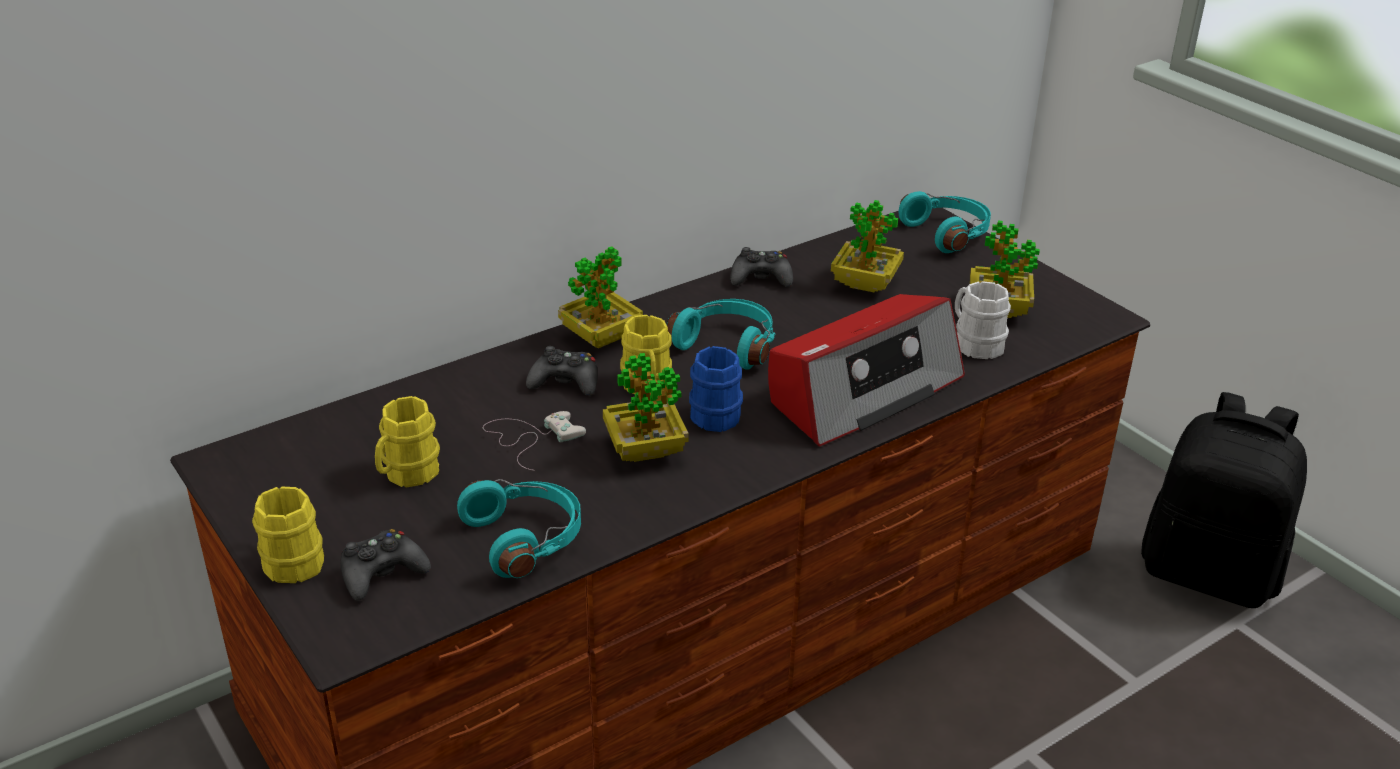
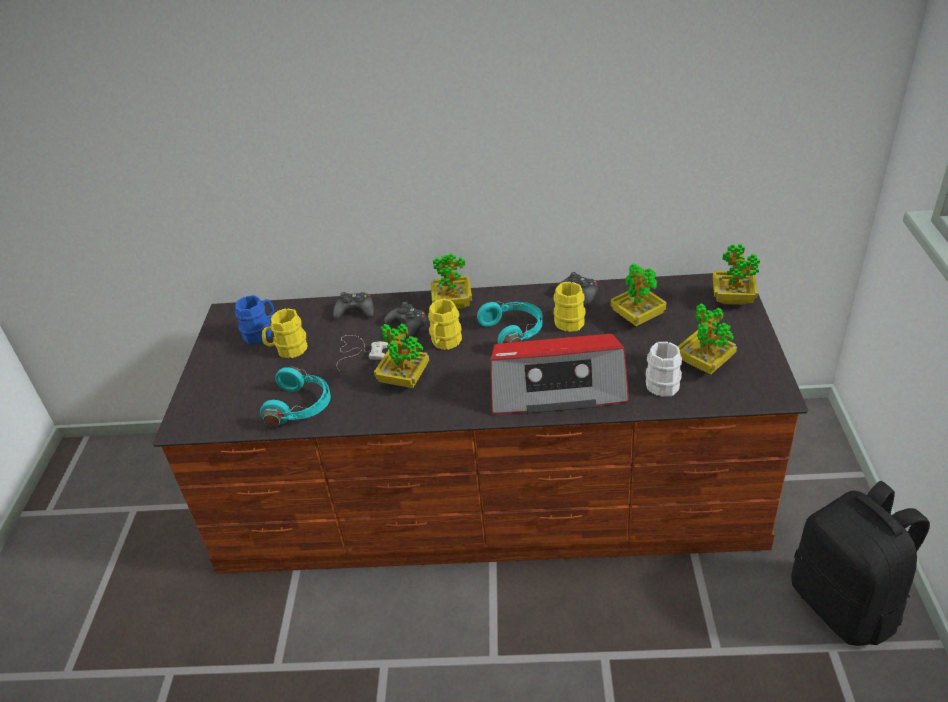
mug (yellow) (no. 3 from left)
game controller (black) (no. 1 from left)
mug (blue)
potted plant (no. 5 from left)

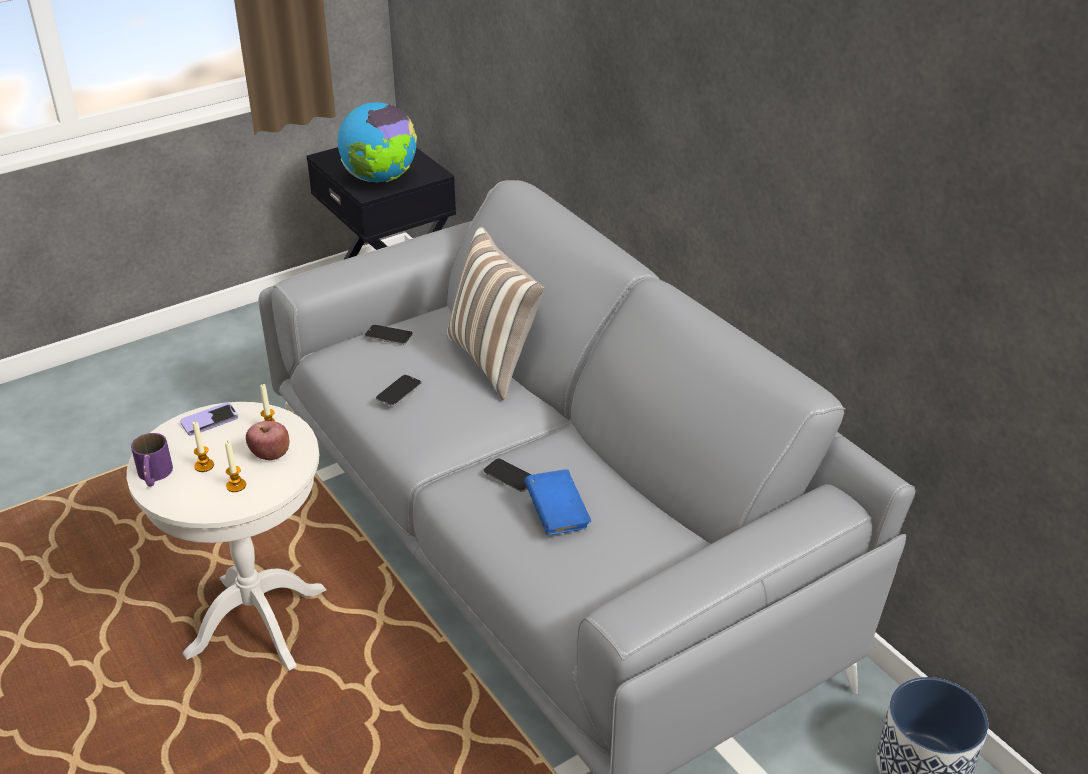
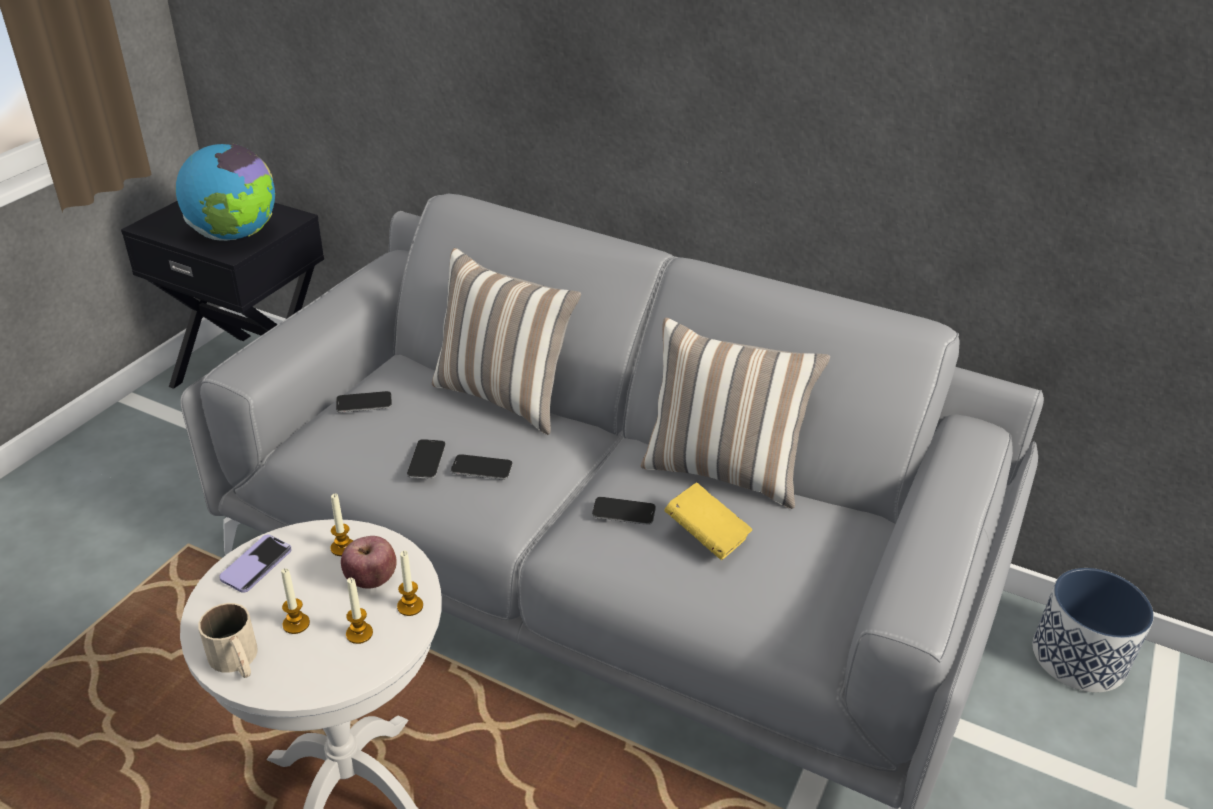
mug (beige)
book (yellow)
candle (no. 4 from left)
phone (no. 4 from left)
pillow (no. 2 from left)

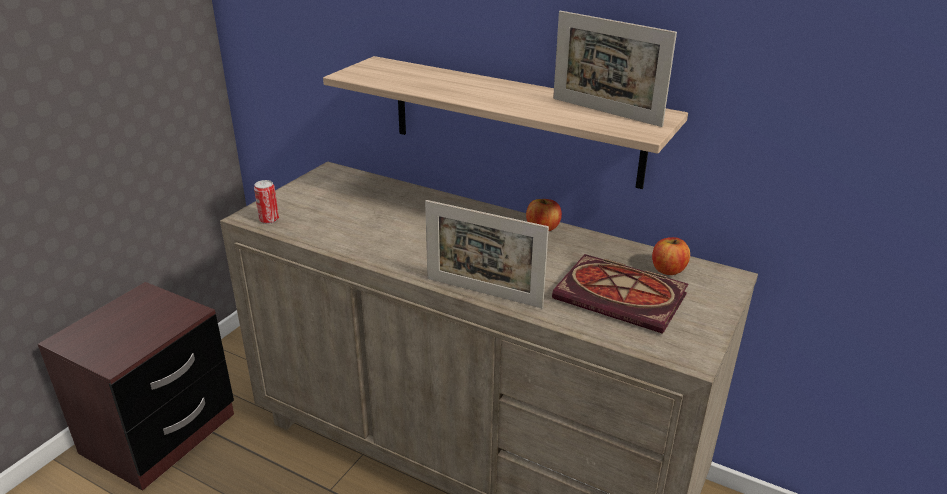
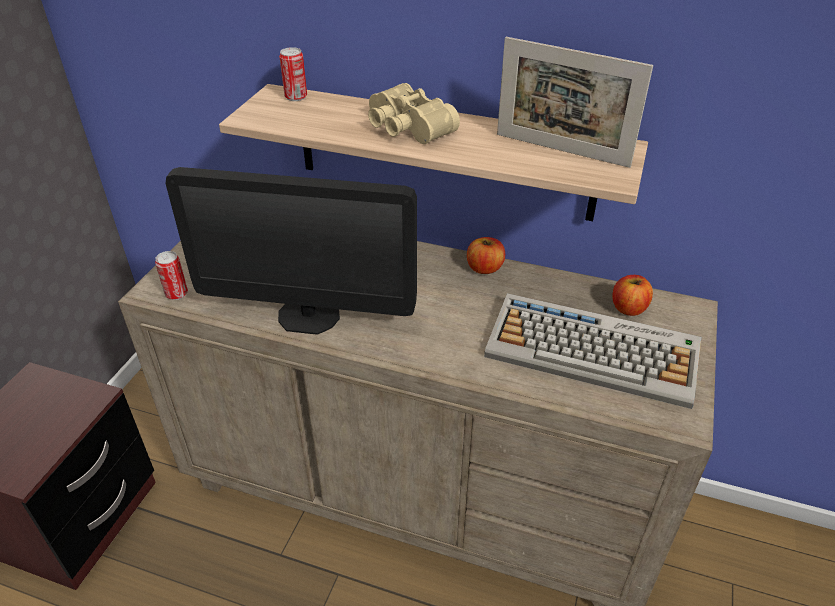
picture frame (no. 1 from left in the first image)
keyboard
monitor
can (no. 2 from left)
binoculars (beige)

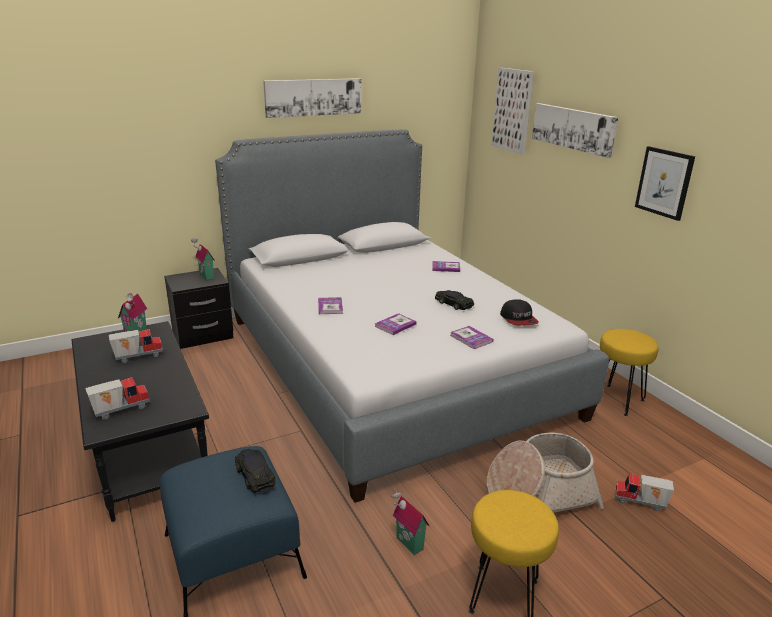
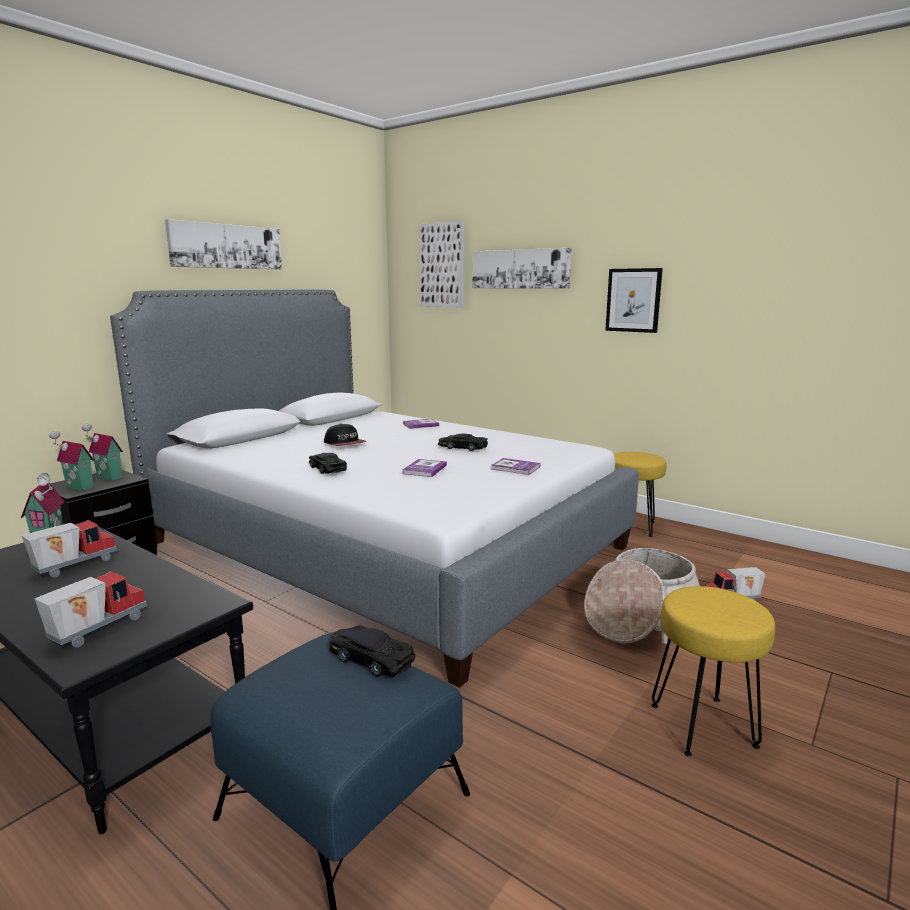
toy car (black) (no. 1 from left)
toy house (no. 2 from left)
cap

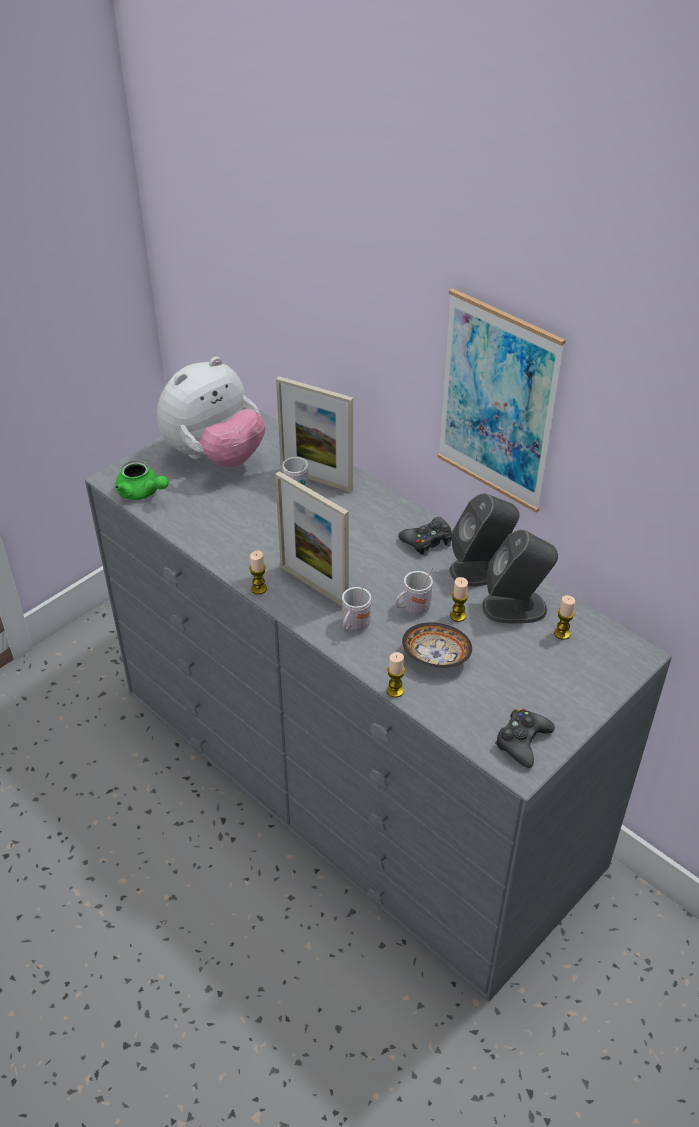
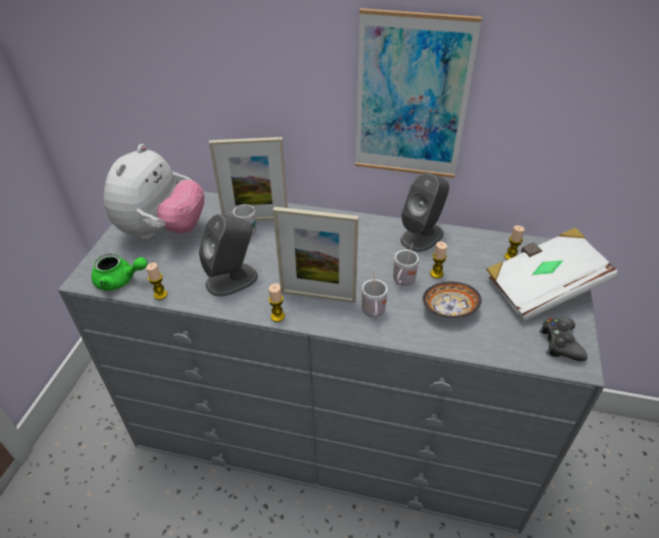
candle (no. 1 from left)
game controller (black) (no. 1 from left in the first image)
speaker (grey) (no. 1 from left)
book (white)

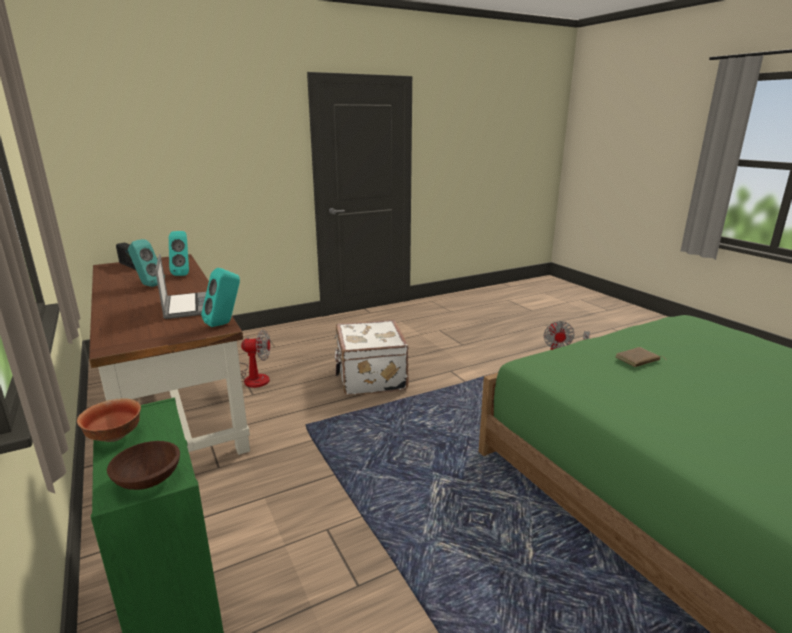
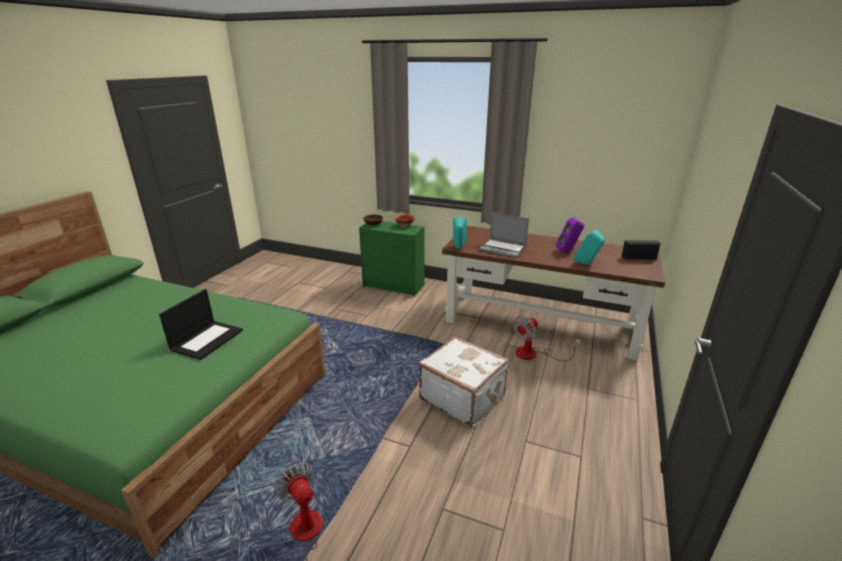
speaker (purple)
laptop (no. 1 from left)

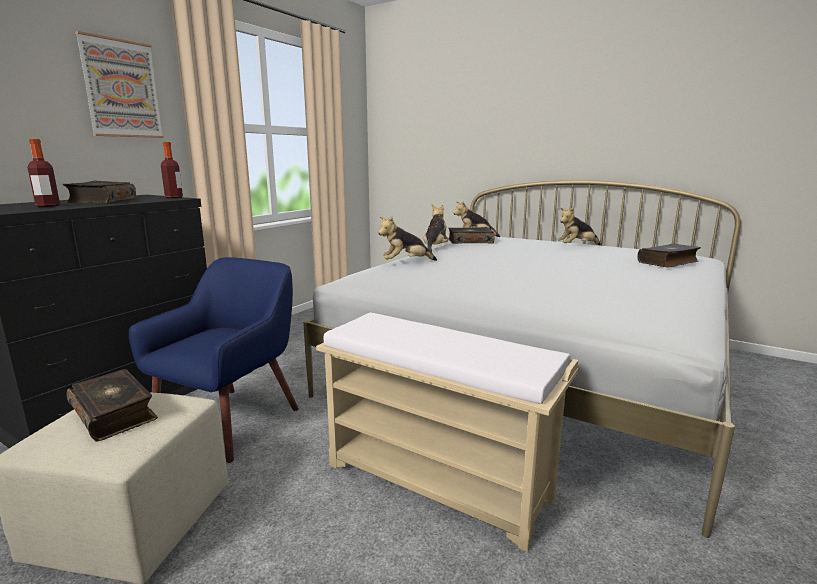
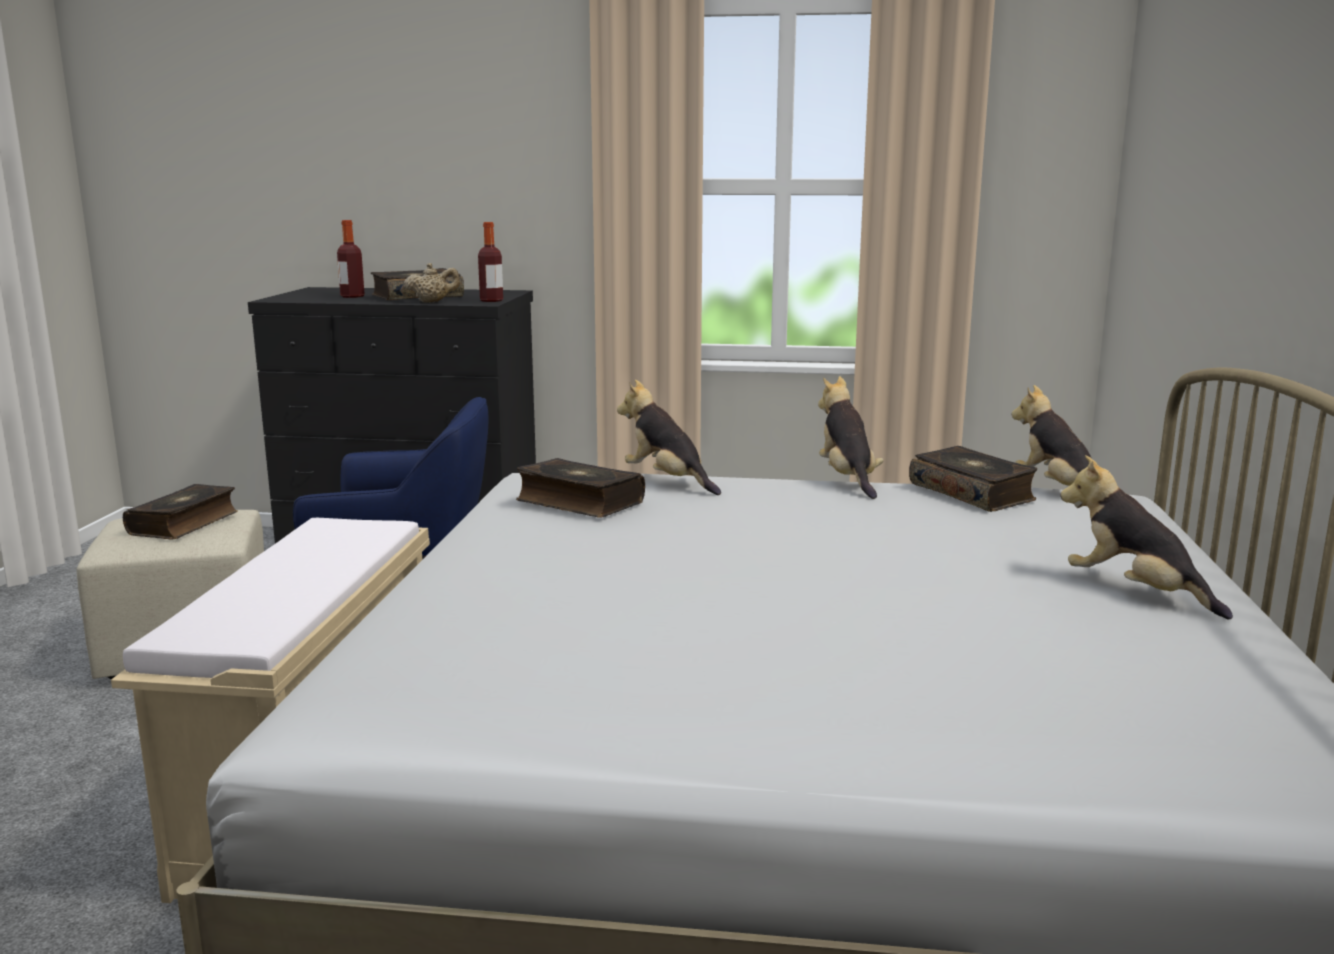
picture
plush toy (no. 2 from left)
book (no. 3 from left)
teapot (beige)

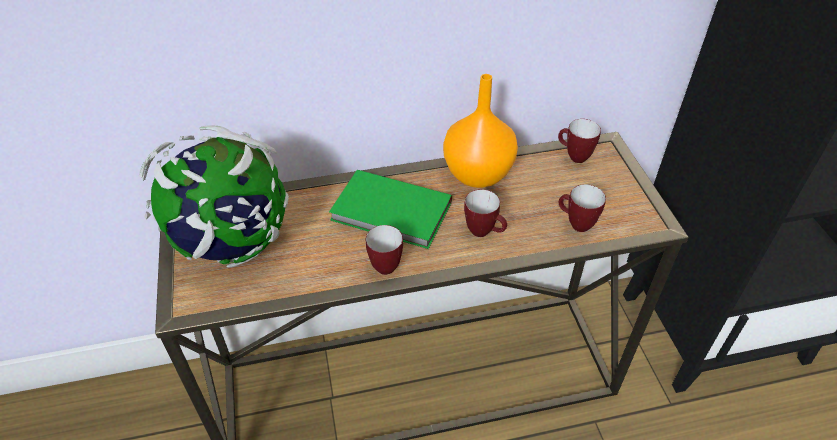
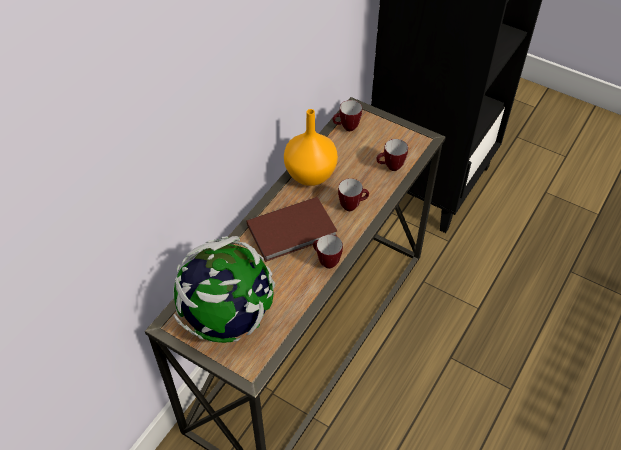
book (brown)

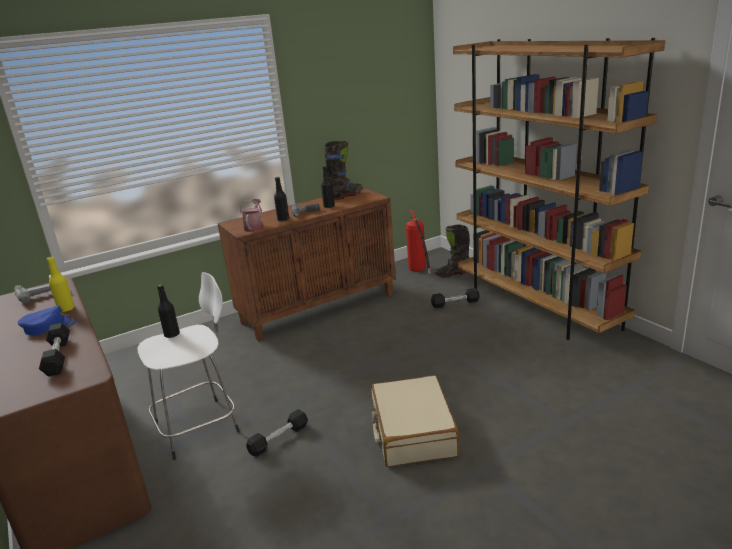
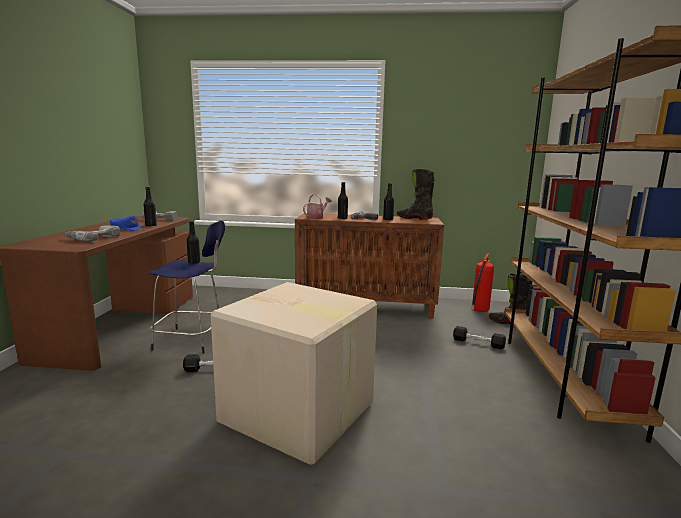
power drill (no. 1 from left)
bottle (black) (no. 1 from left)
stool (blue)
boot (black) (no. 1 from left)
cardboard box

